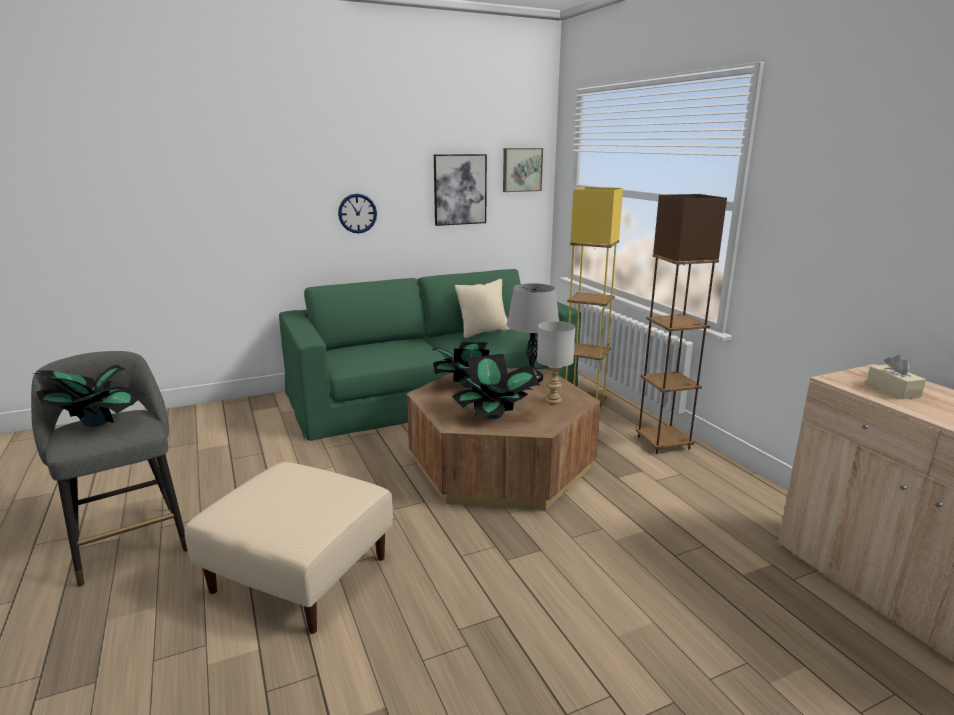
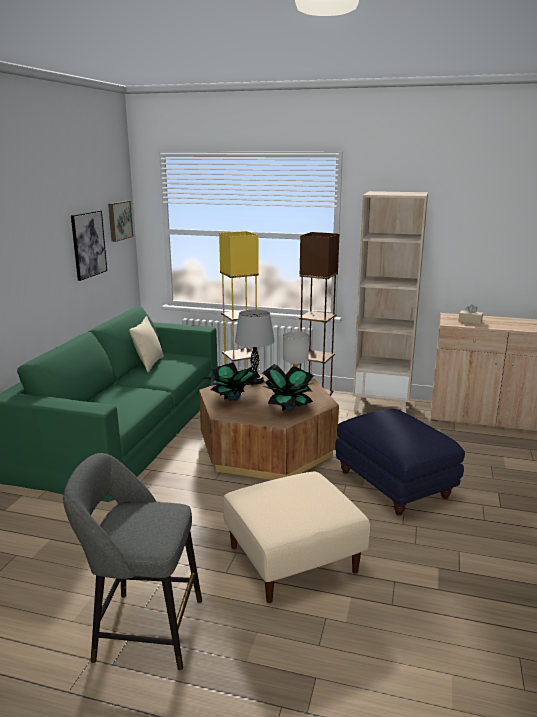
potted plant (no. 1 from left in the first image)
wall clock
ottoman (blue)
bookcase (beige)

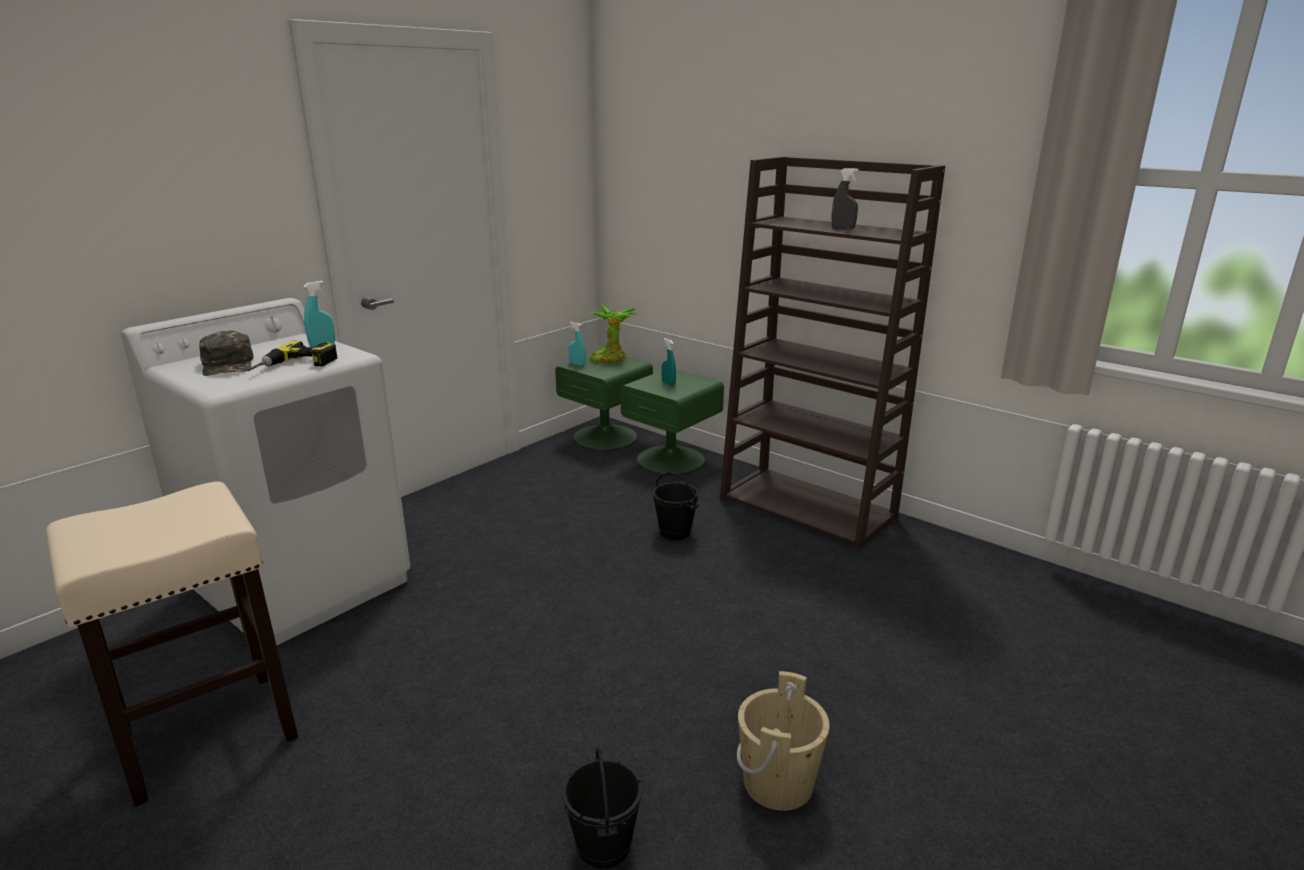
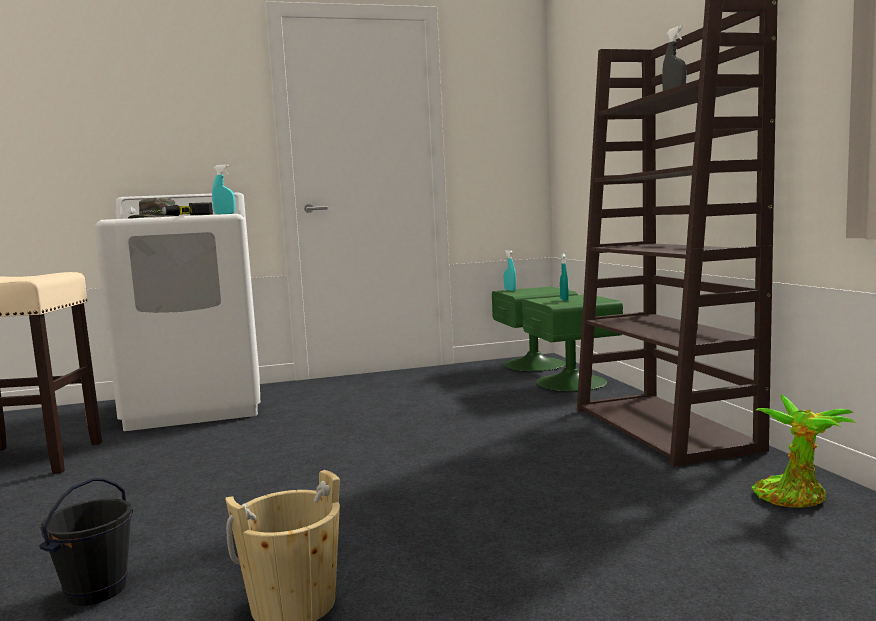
potted plant
bucket (black) (no. 2 from left in the first image)

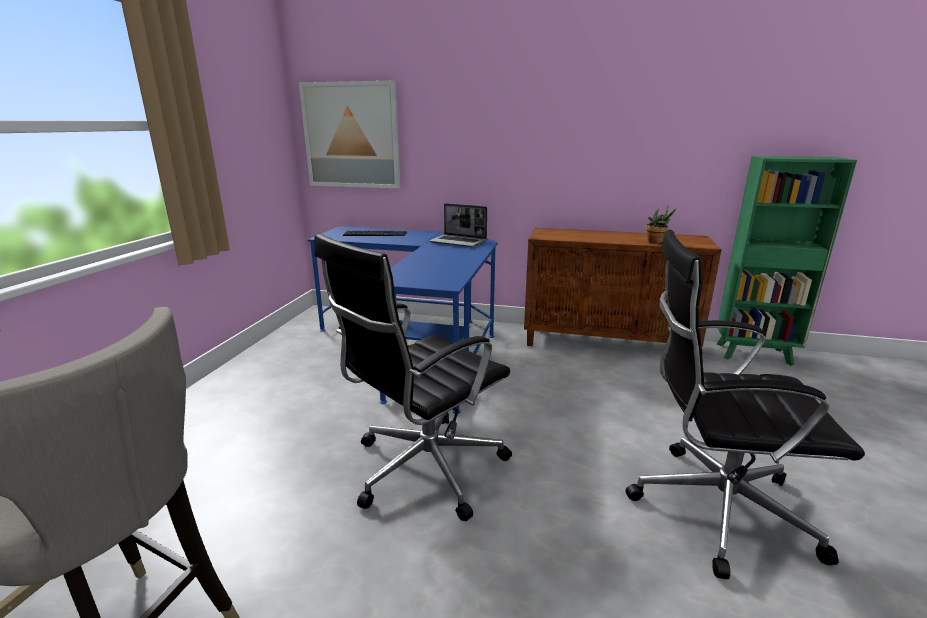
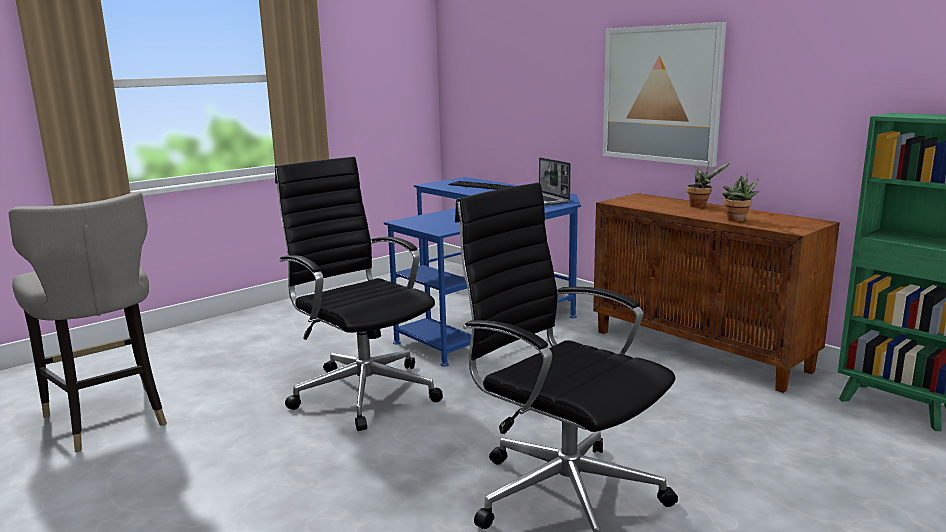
picture
office chair (black) (no. 1 from left)
potted plant (no. 1 from left)

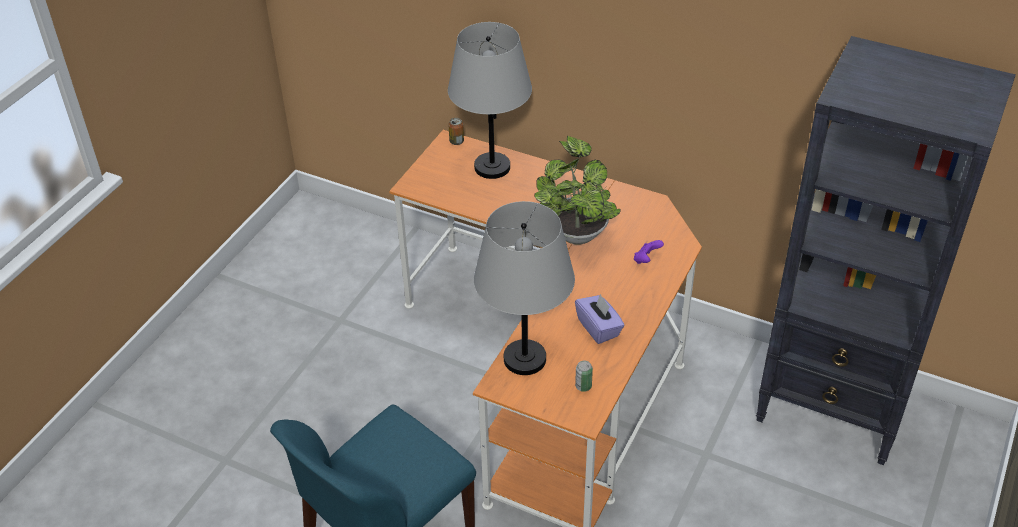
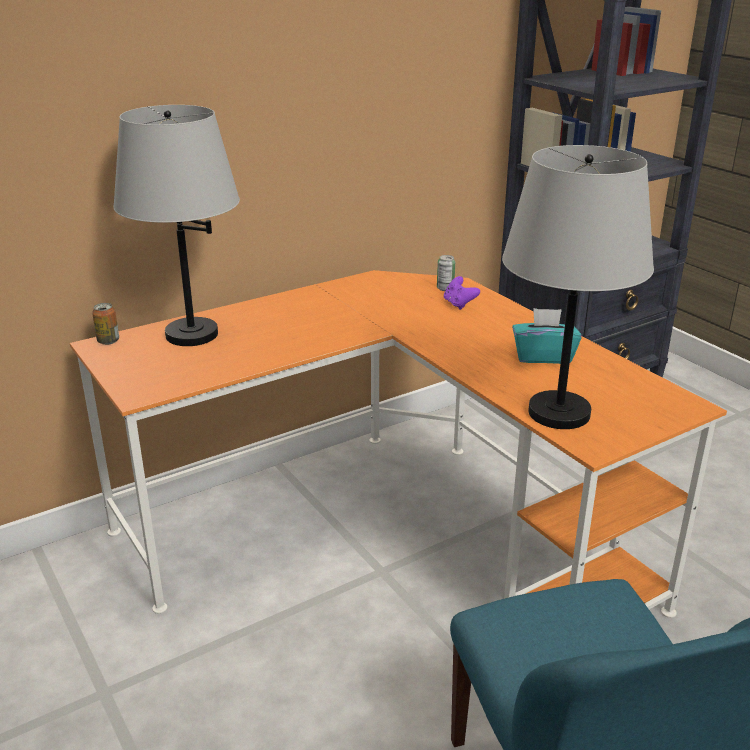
potted plant
tissue box (turquoise)
can (no. 2 from left)

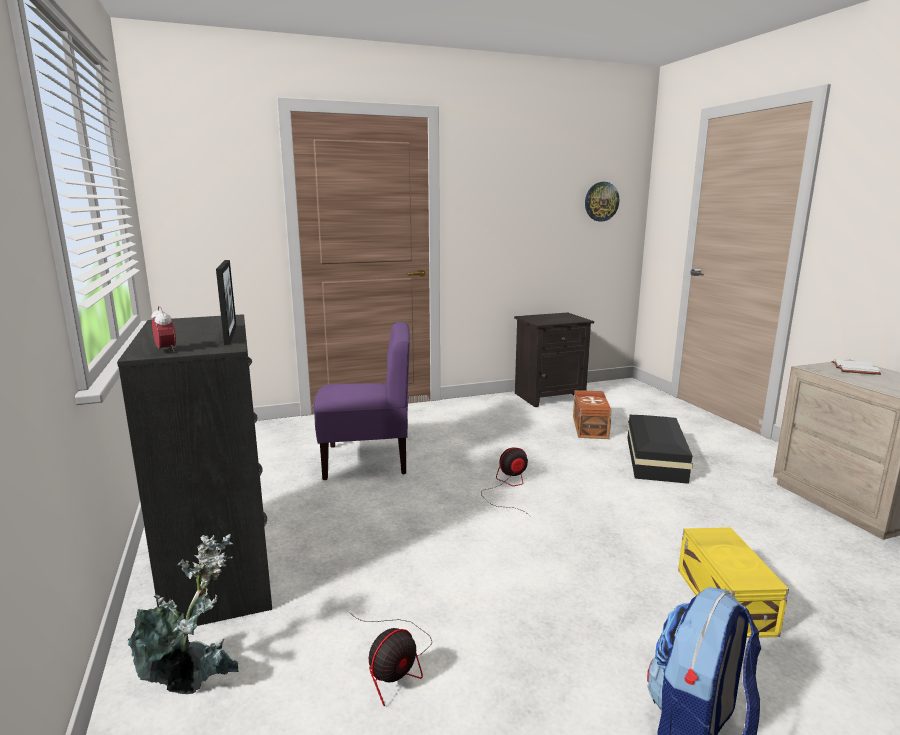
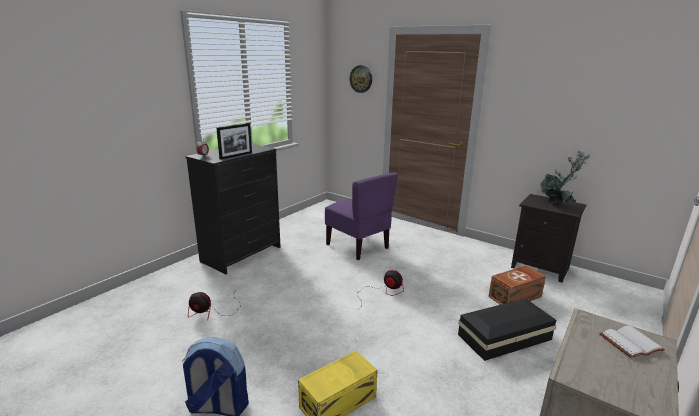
potted plant
wall clock

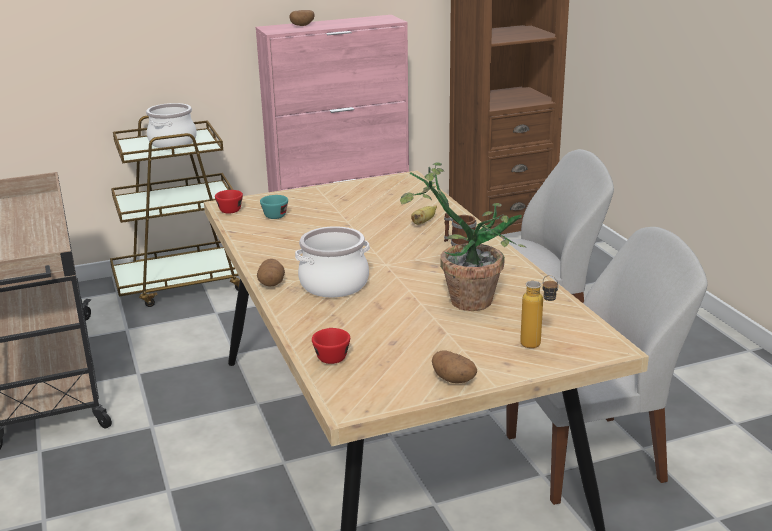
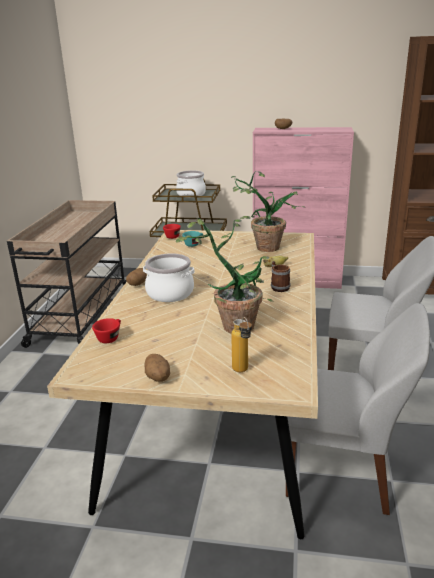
potted plant (no. 2 from left)

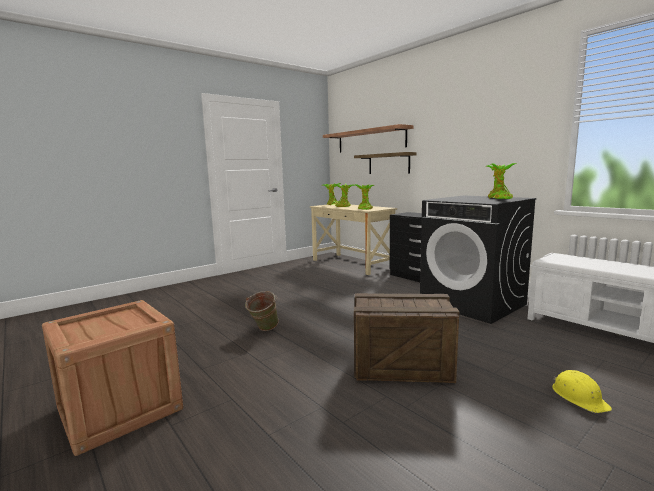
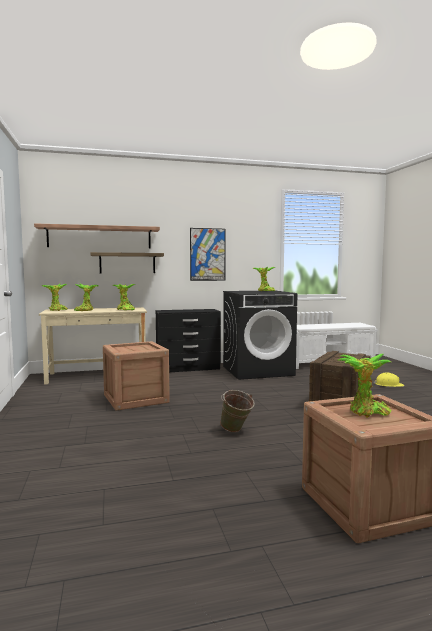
crate (no. 1 from left)
picture
potted plant (no. 5 from left)

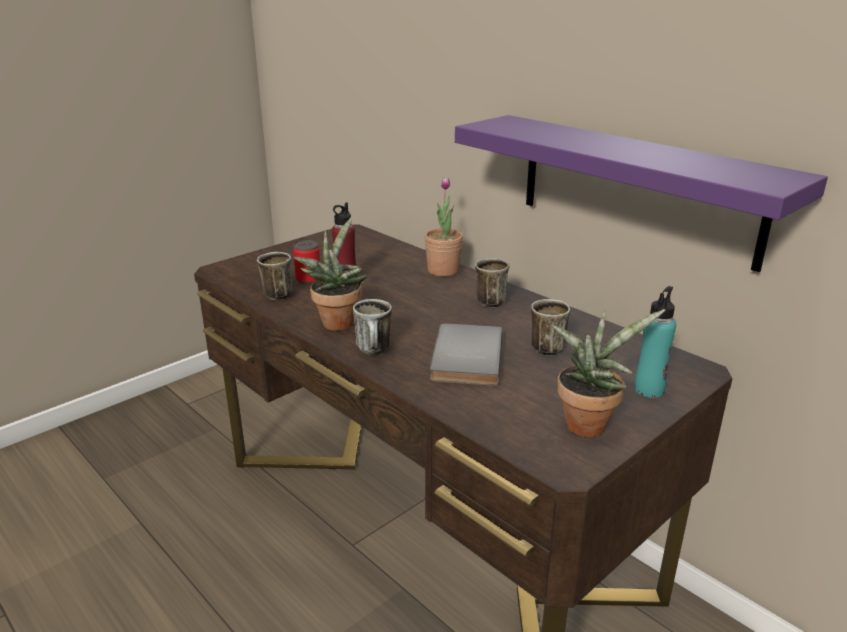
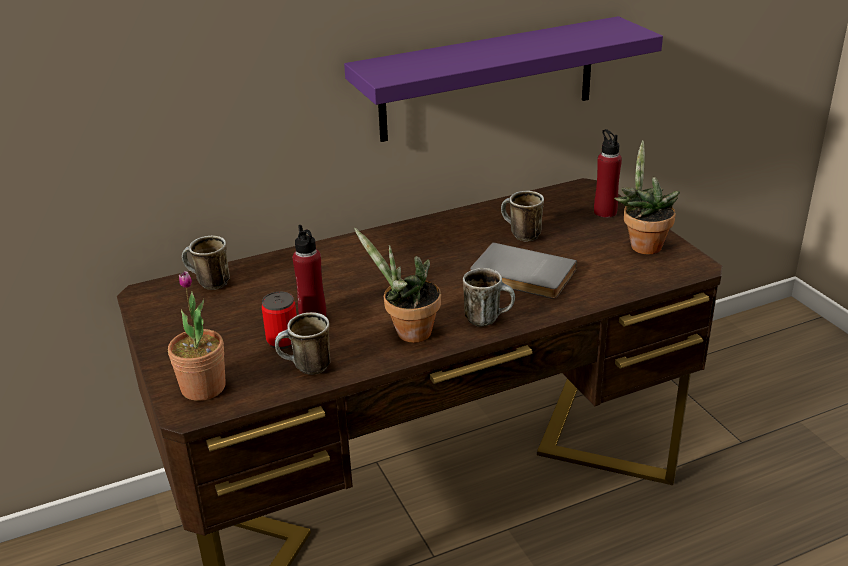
potted plant (no. 1 from left)
mug (no. 1 from left)
bottle (red) (no. 2 from left)

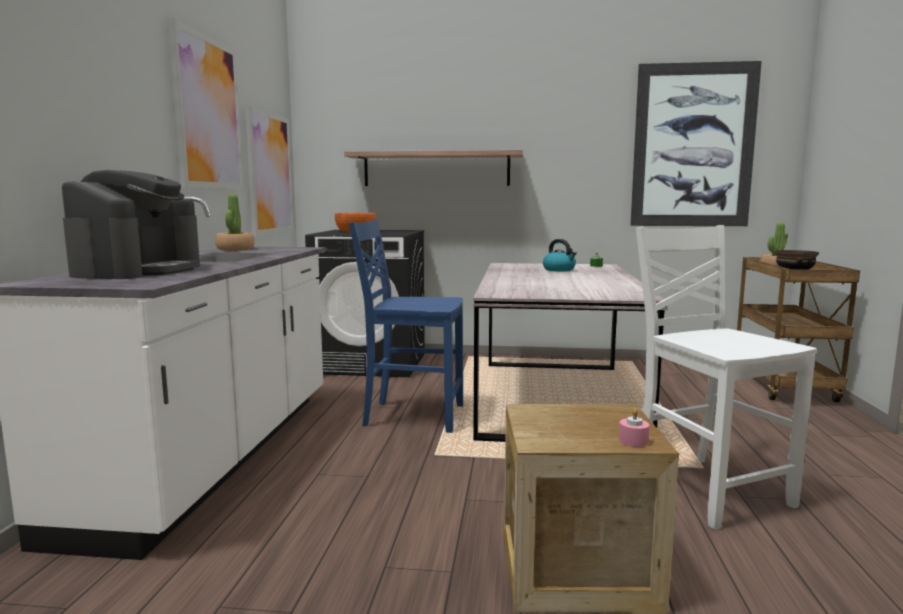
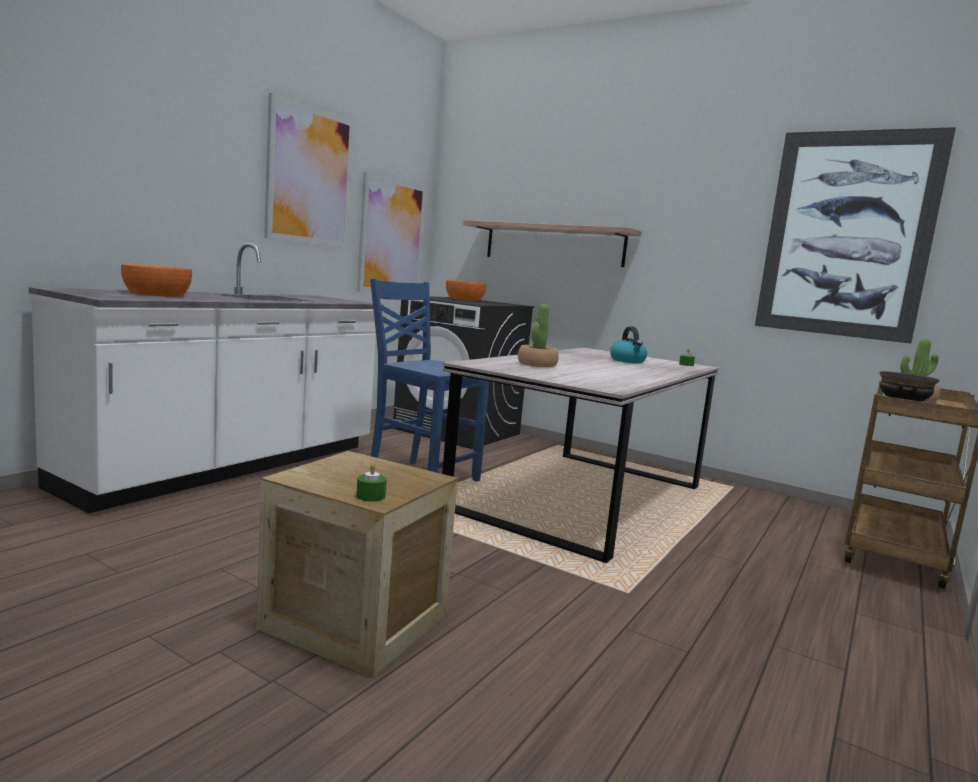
bowl (orange) (no. 1 from left)
potted plant (no. 1 from left)
candle (green) (no. 1 from left)
chair (white)

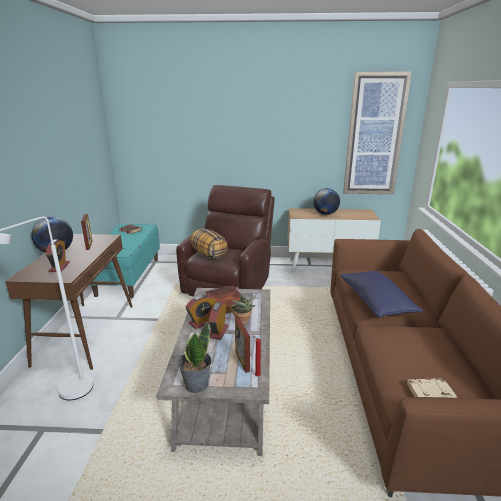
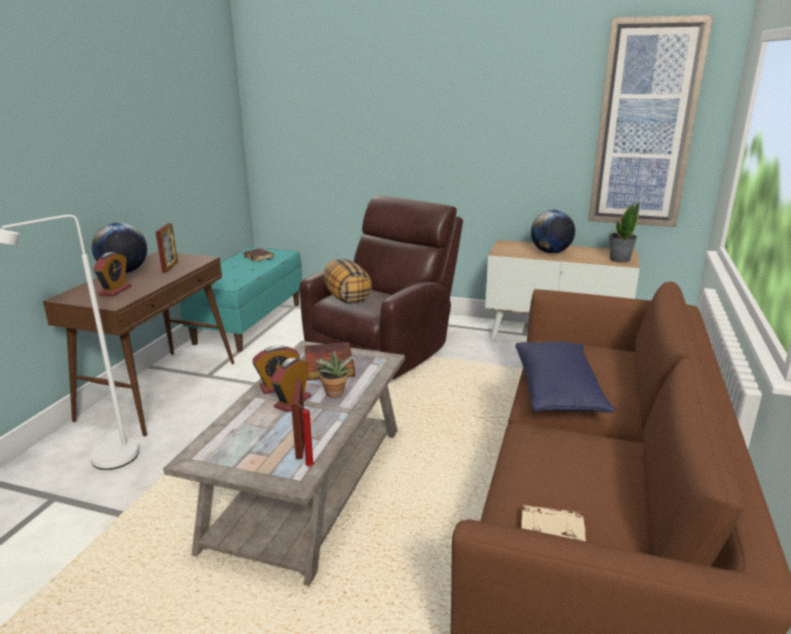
potted plant (no. 2 from left)

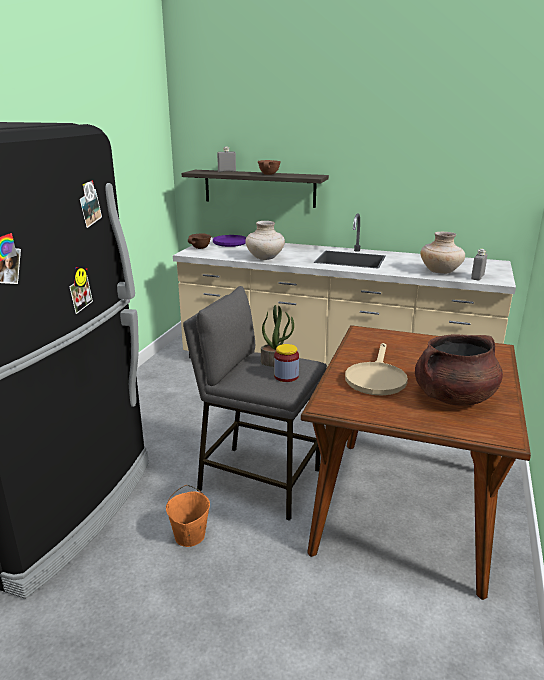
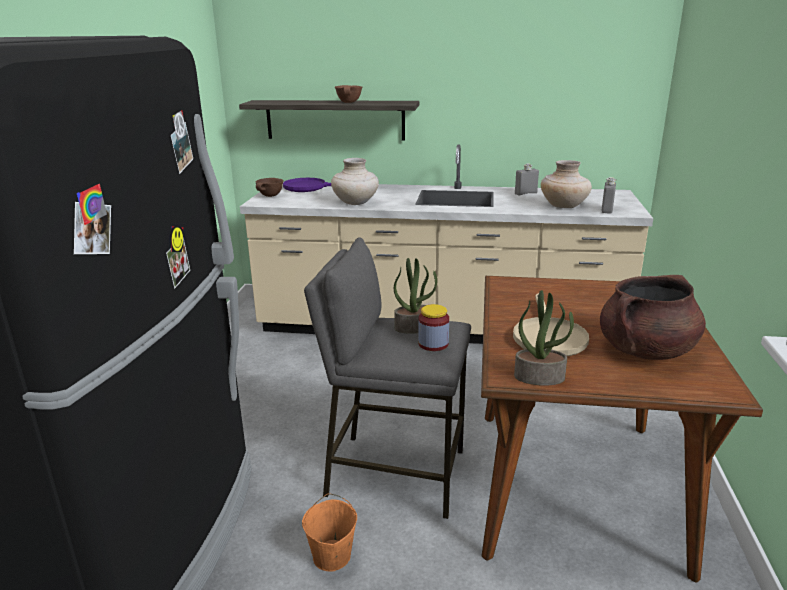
bottle (grey) (no. 1 from left)
potted plant (no. 2 from left)

